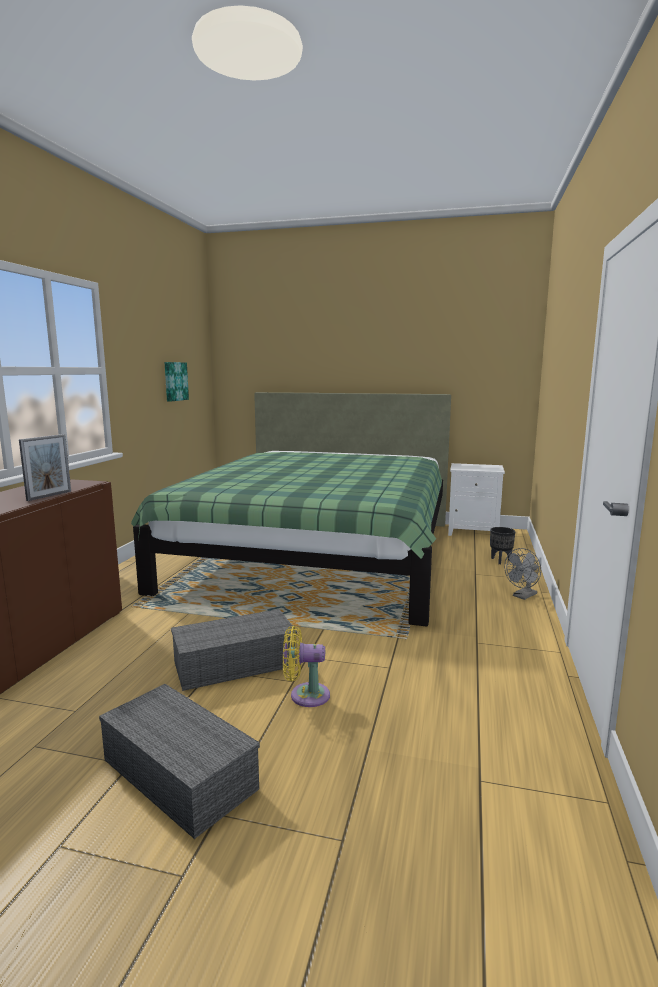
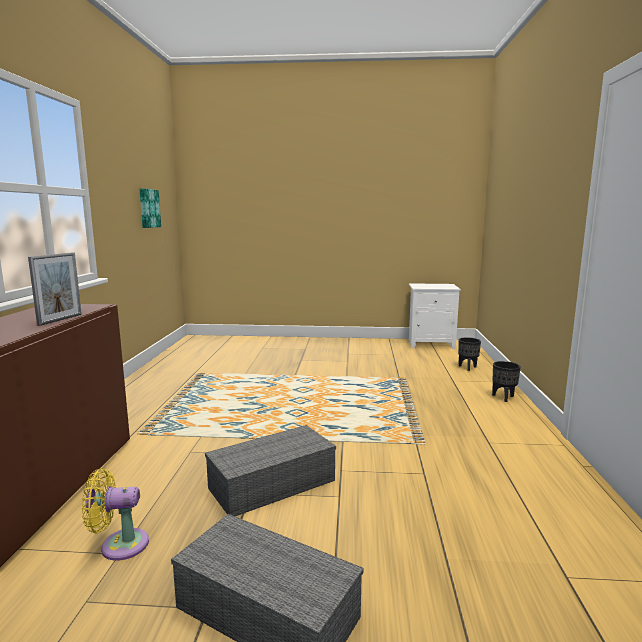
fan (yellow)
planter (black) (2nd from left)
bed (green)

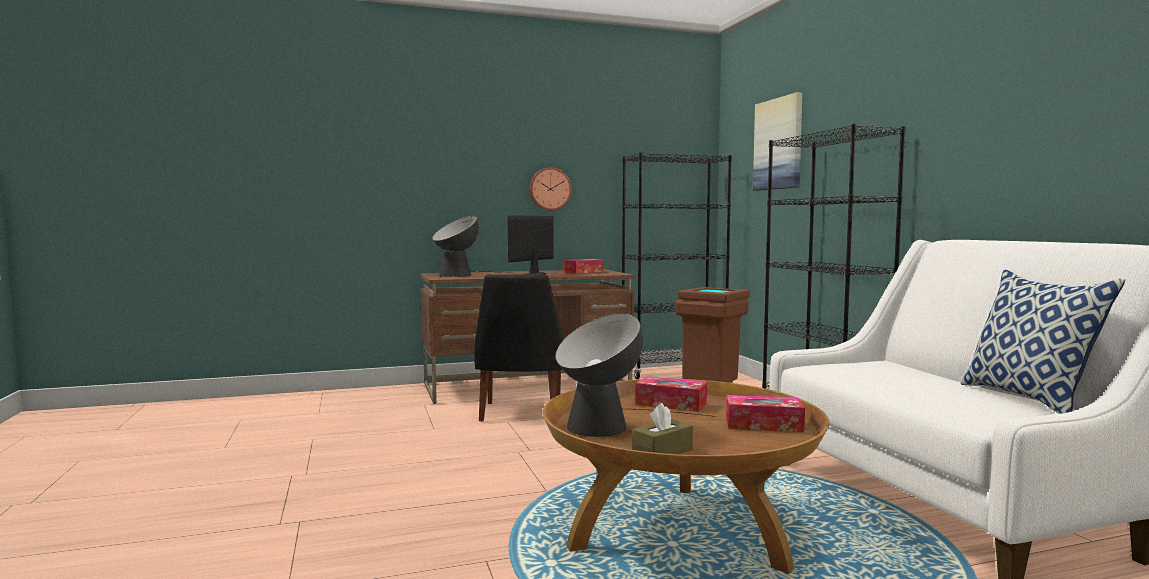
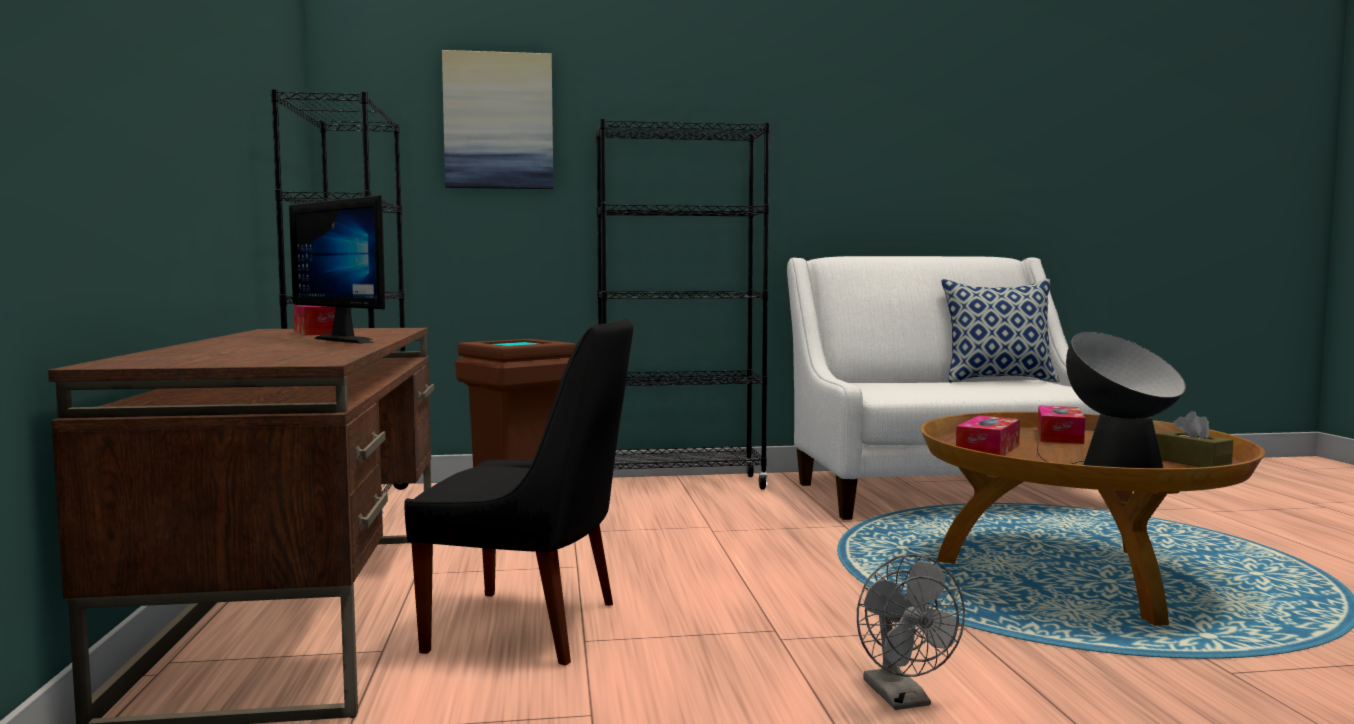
fan (grey)
table lamp (1st from left in the first image)
wall clock

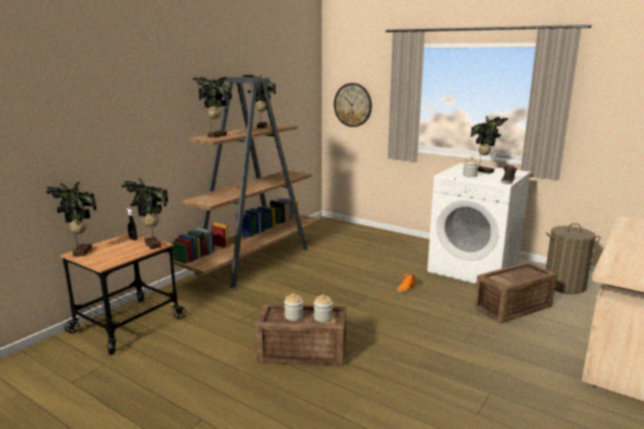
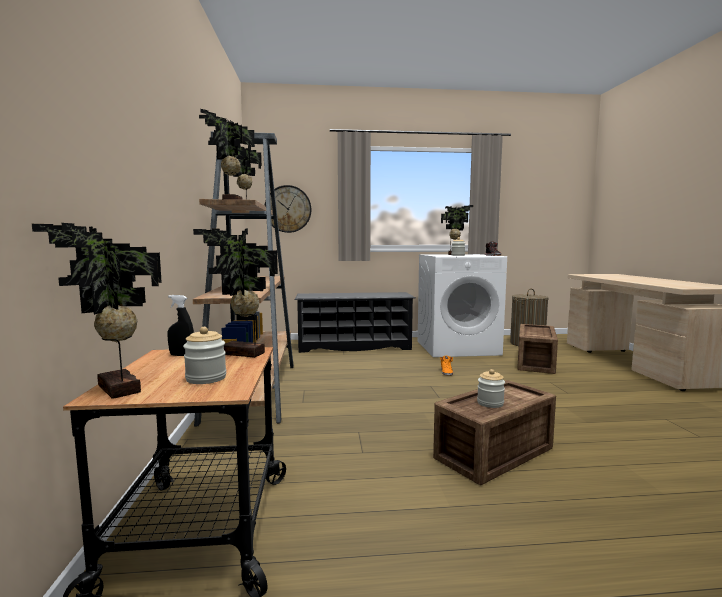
jar (1st from left)
shoe rack (black)

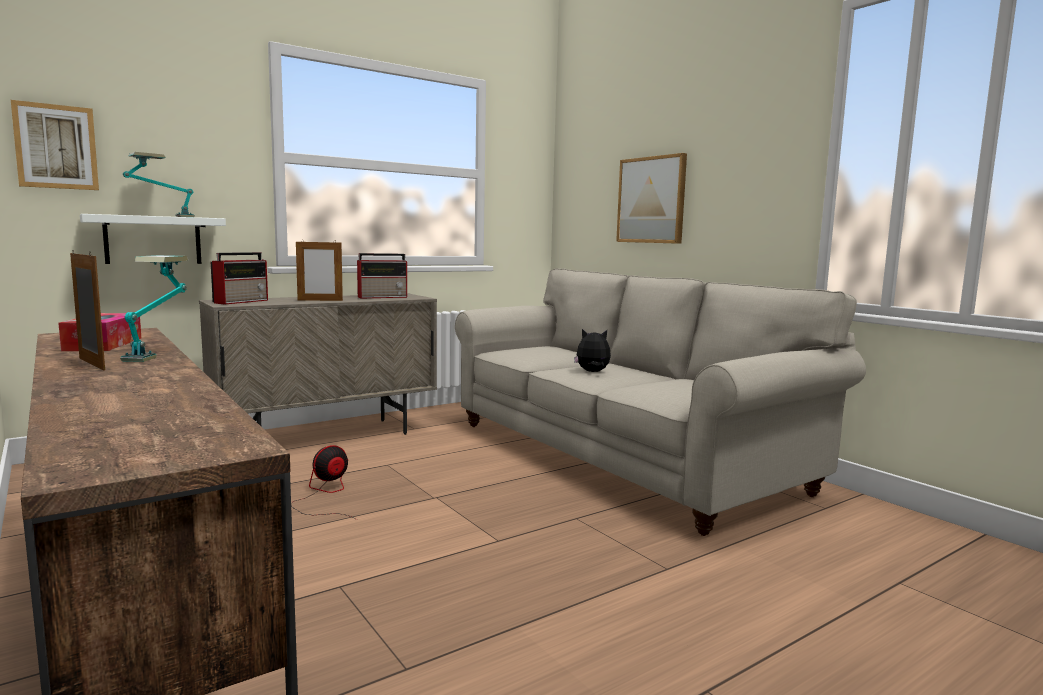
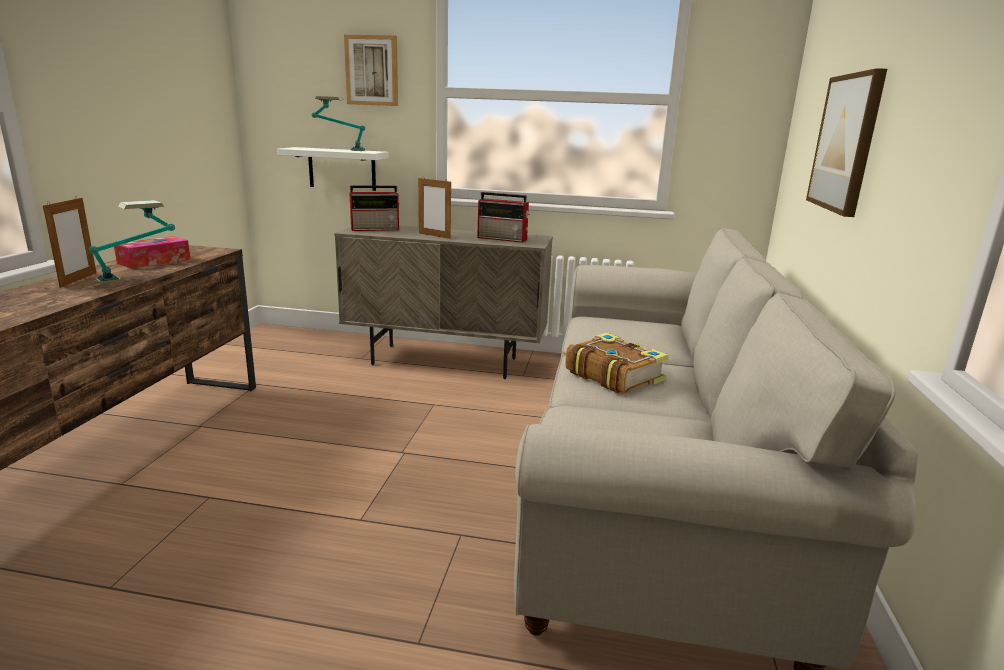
picture (1st from left)
book
fan

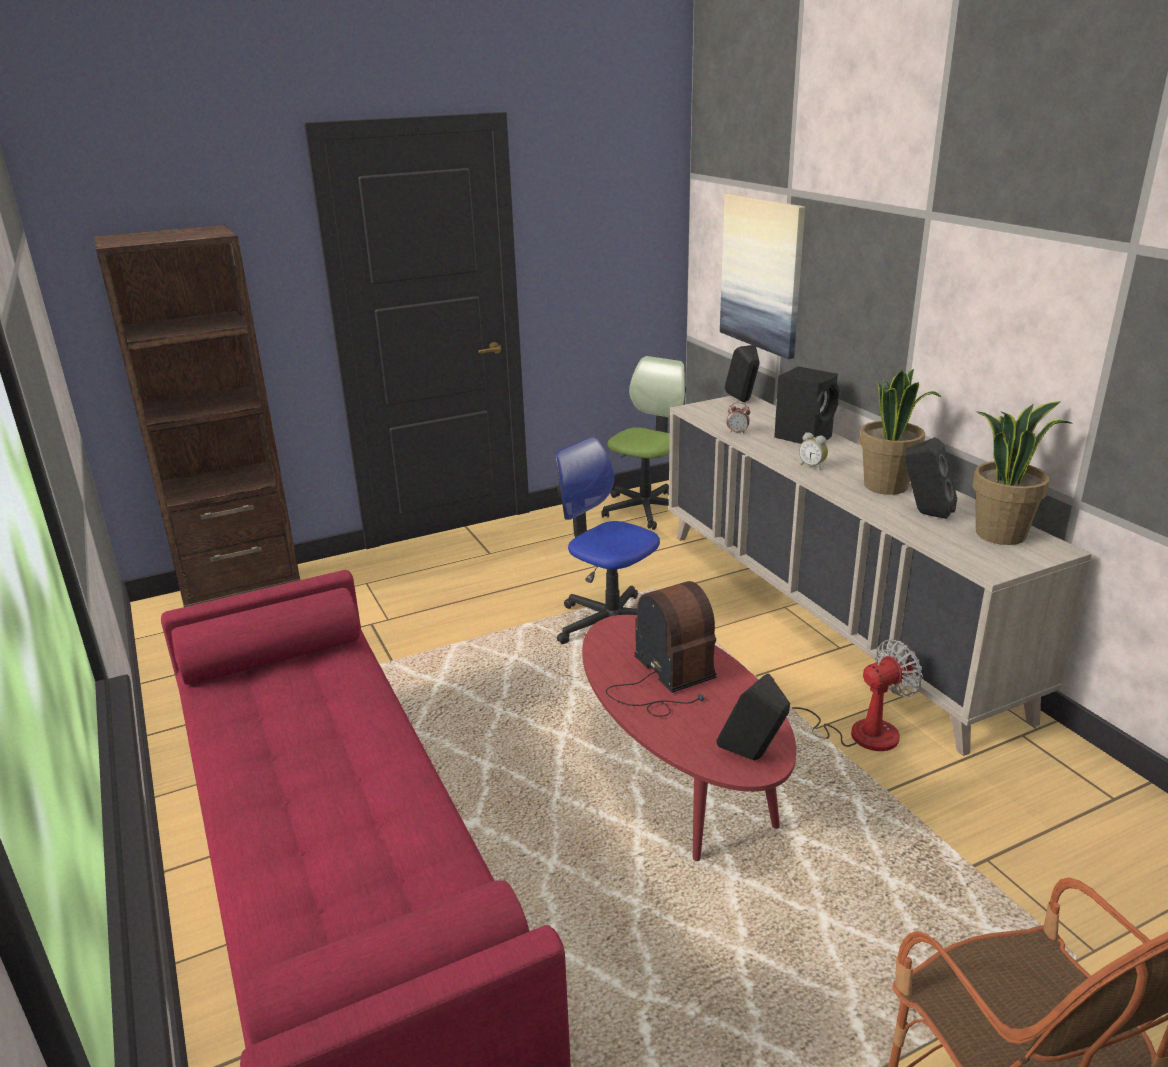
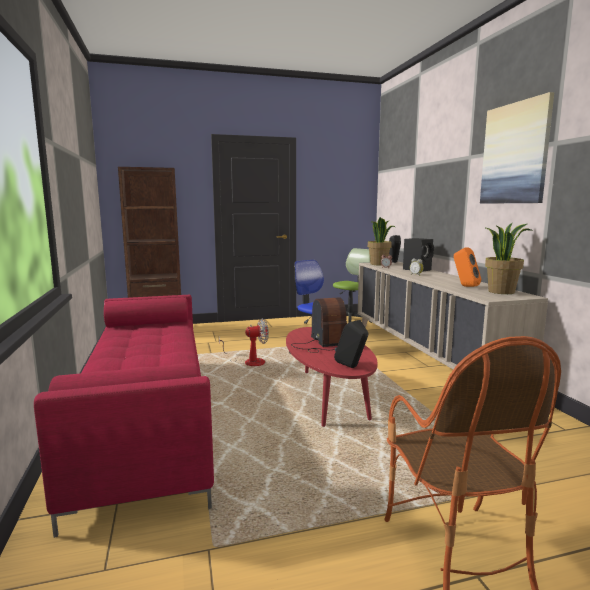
fan
potted plant (1st from left)
speaker (orange)
picture

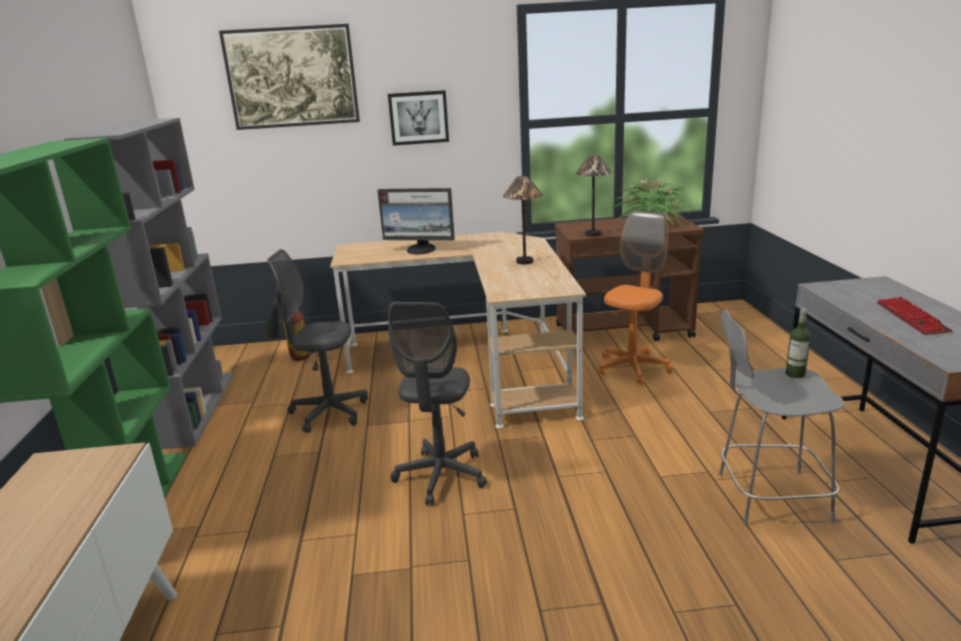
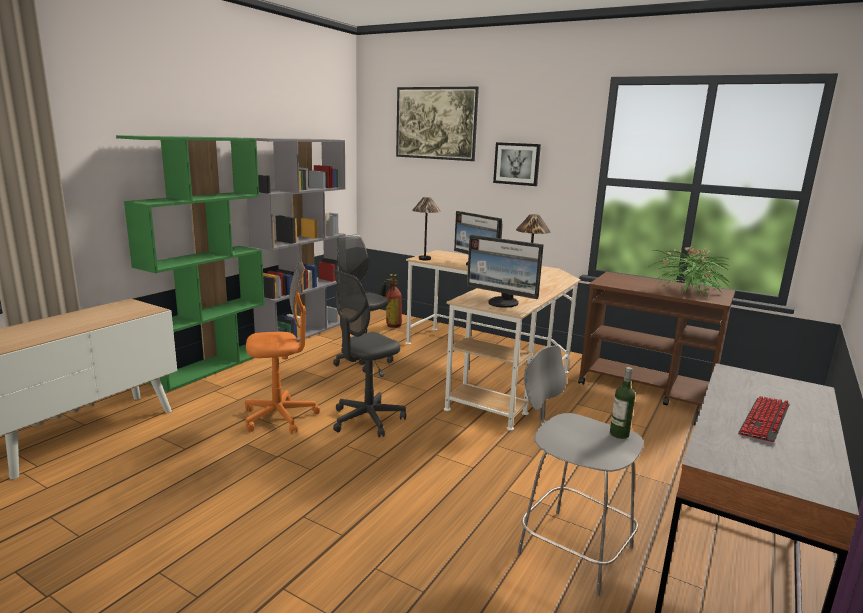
office chair (orange)
table lamp (1st from left)
monitor (2nd from left)

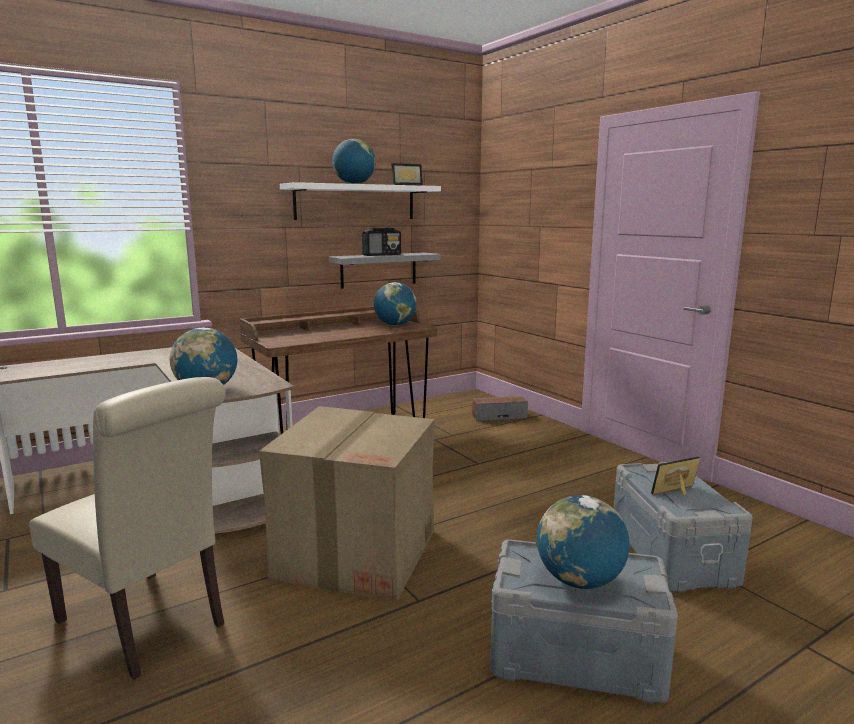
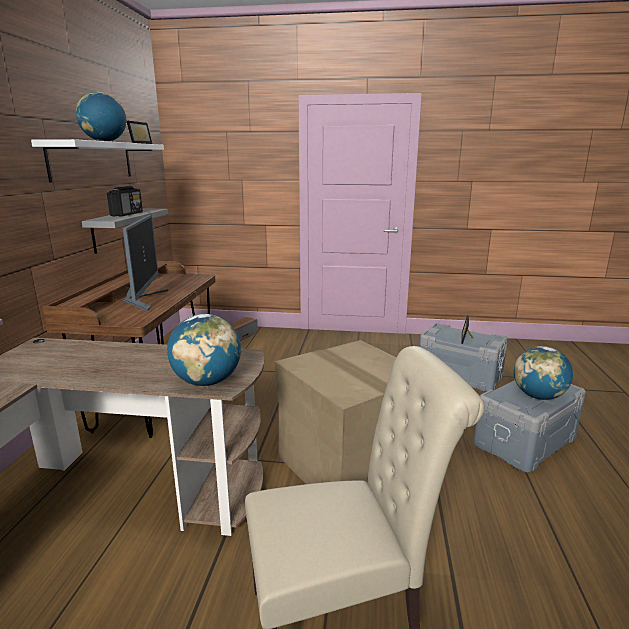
monitor
globe (3rd from left in the first image)

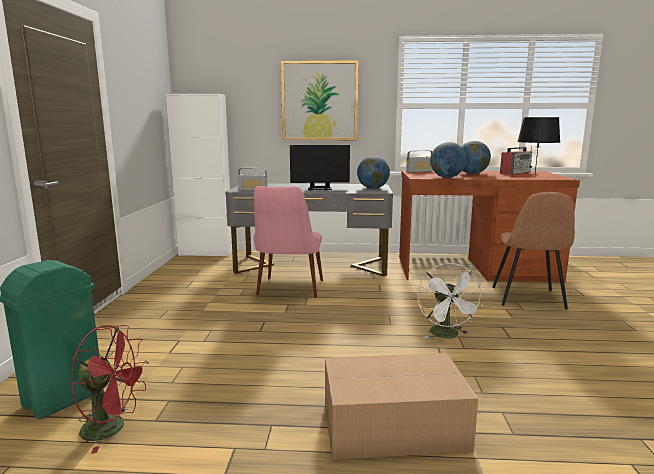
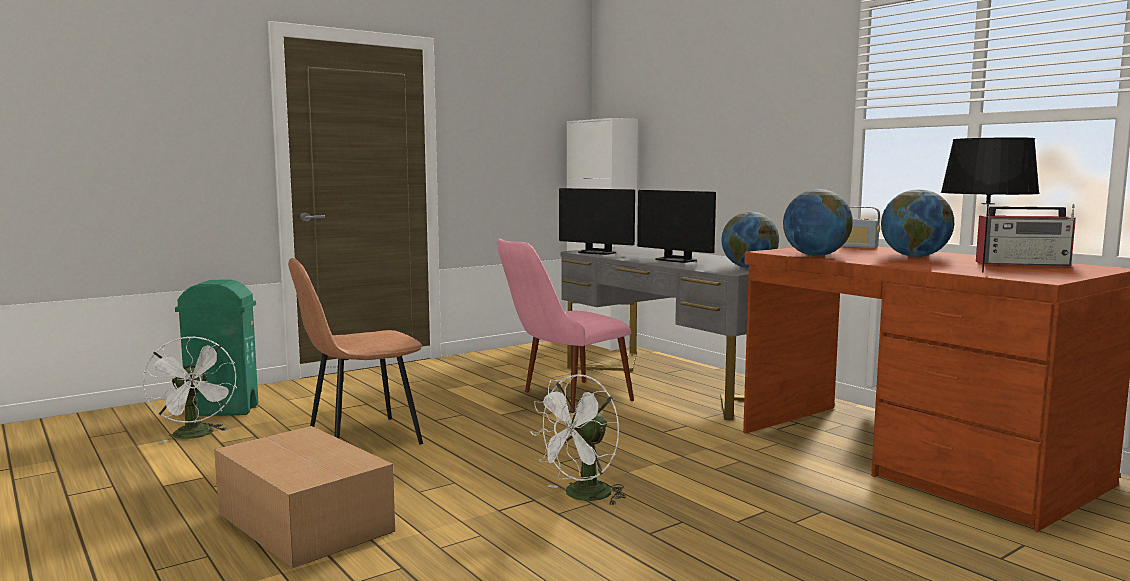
fan (white) (1st from left)
chair (brown)
monitor (1st from left)
picture

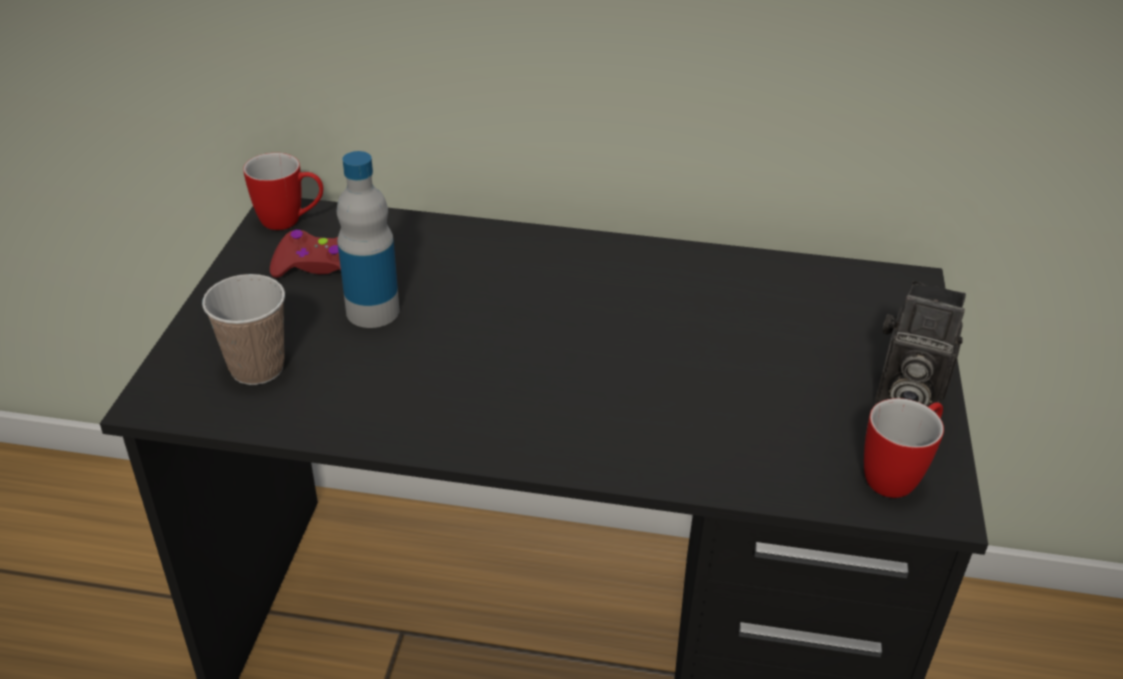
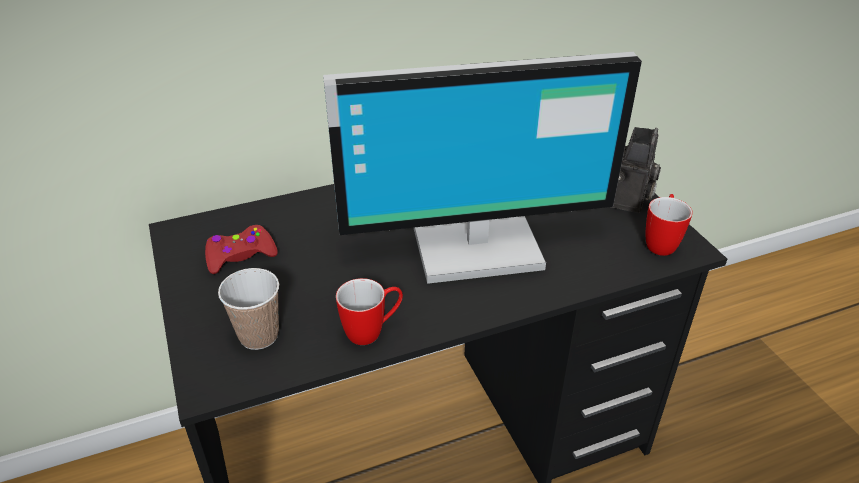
monitor
mug (1st from left)
photo camera
bottle

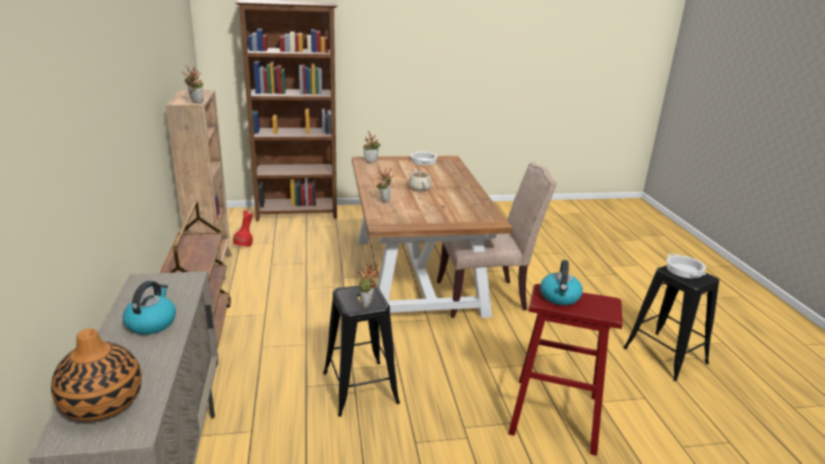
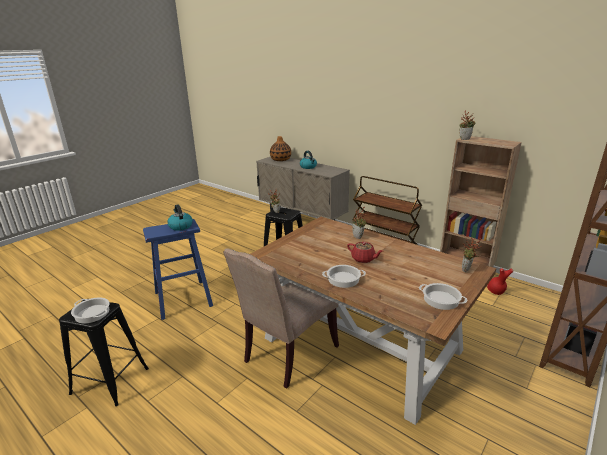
stool (blue)
cooking pot (2nd from left)
teapot (red)

